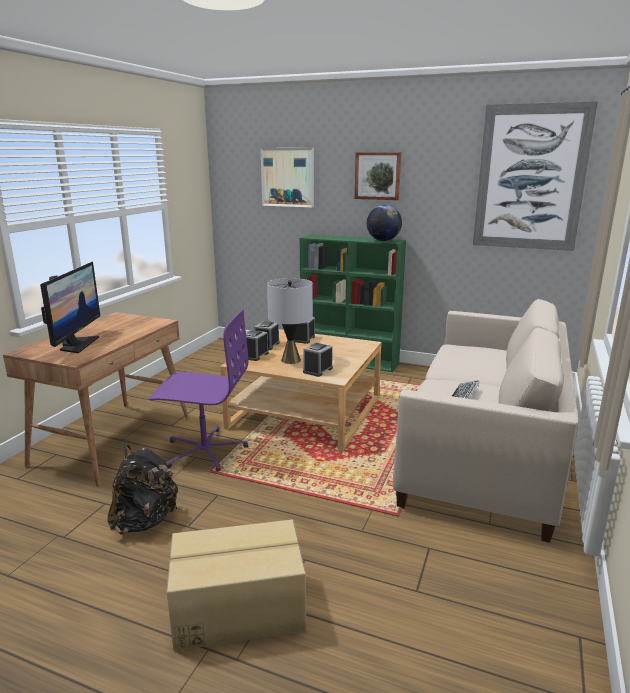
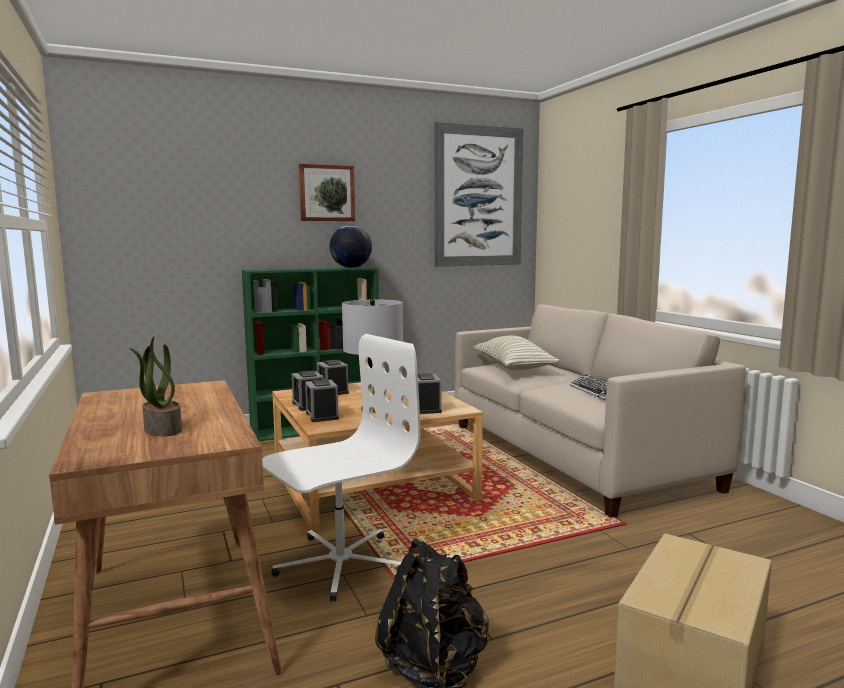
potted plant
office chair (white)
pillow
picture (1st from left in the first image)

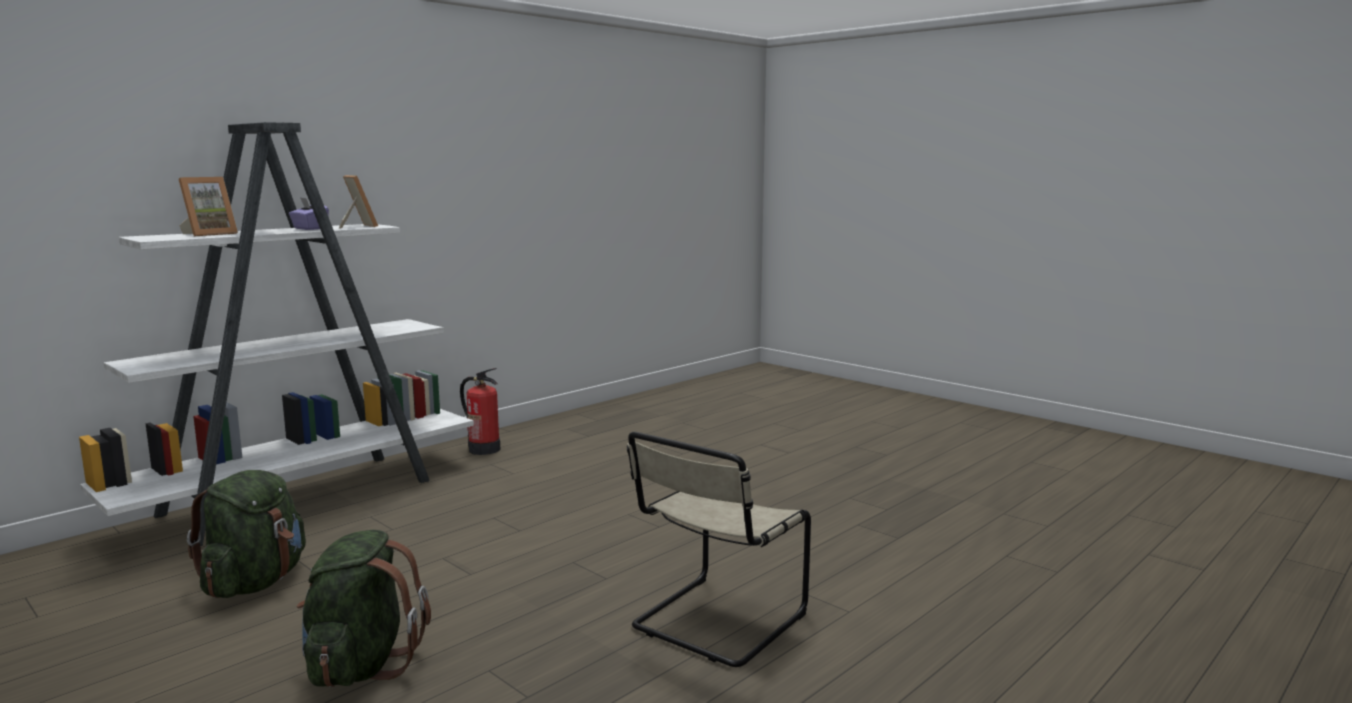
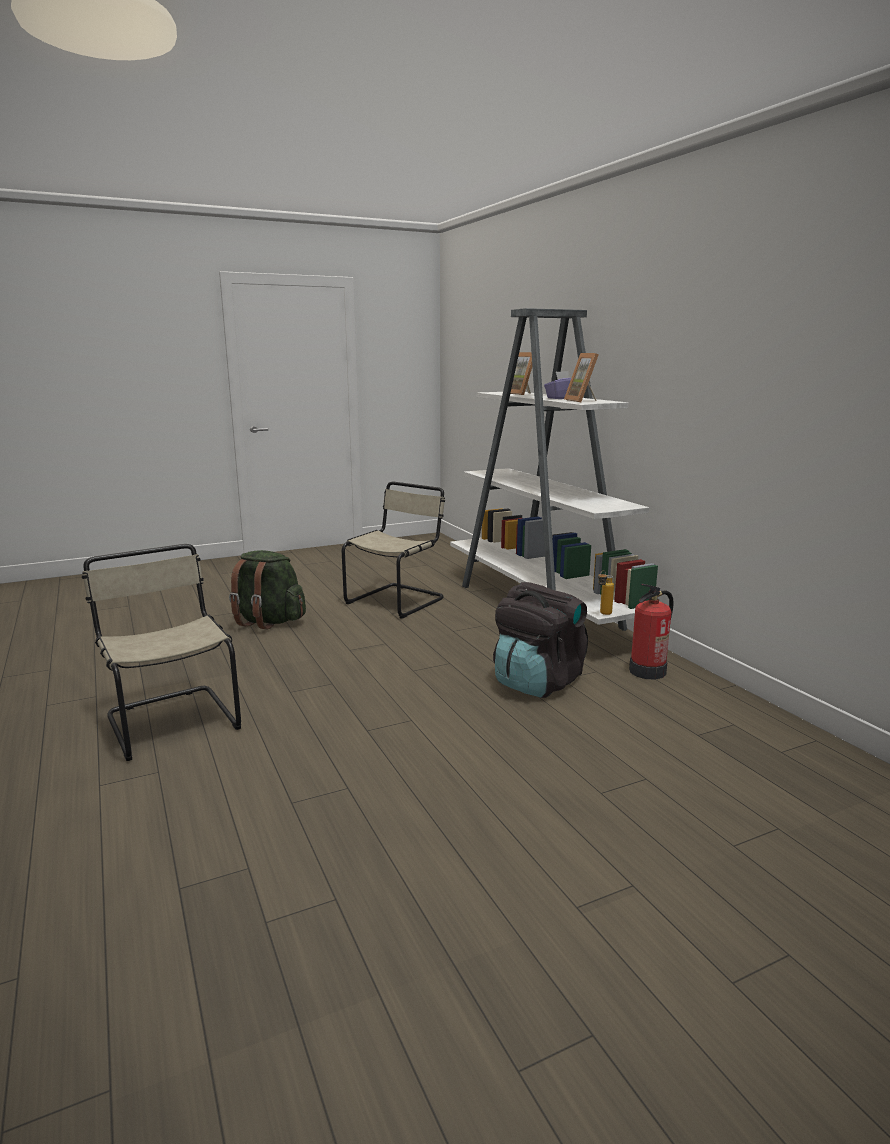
chair (beige) (2nd from left)
backpack (black)
picture frame (2nd from left)
bottle

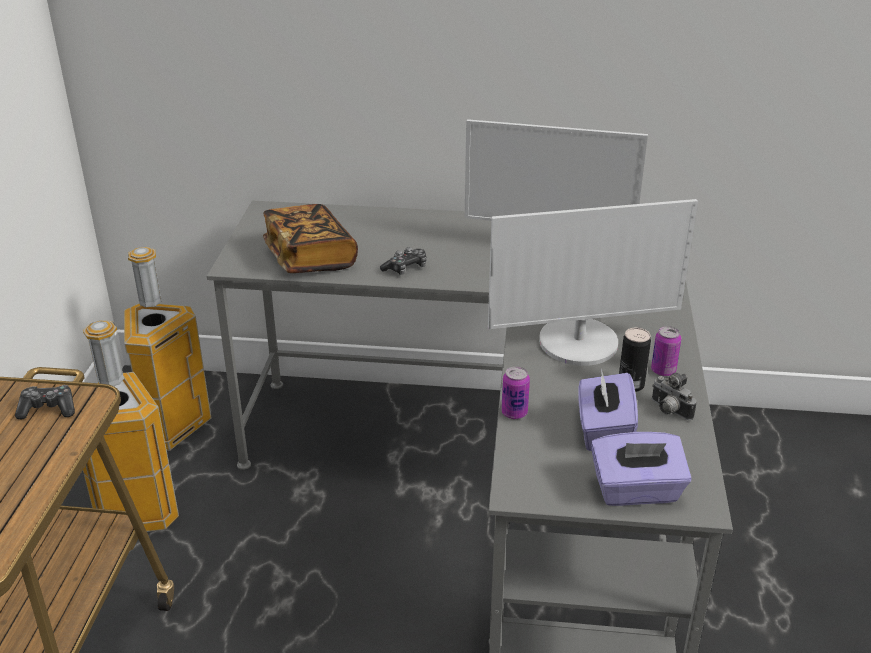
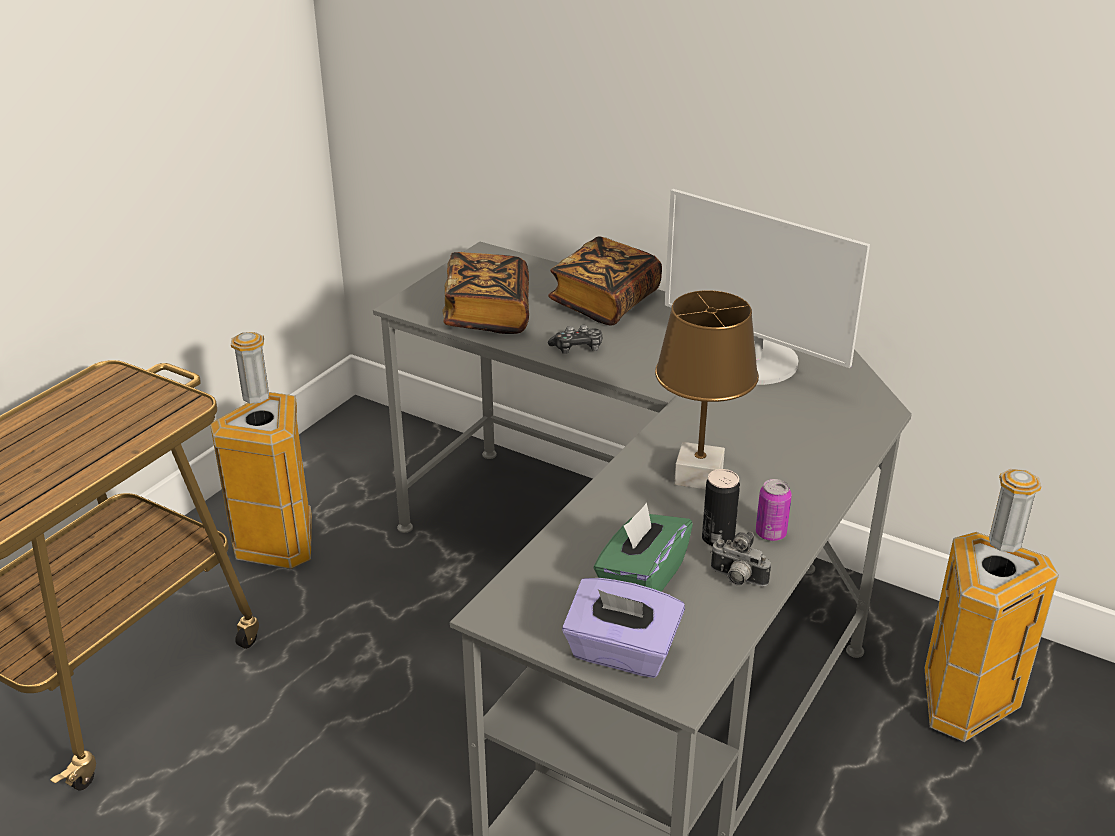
book (2nd from left)
tissue box (green)
table lamp (brown)
photo camera
trash can (2nd from left)
game controller (1st from left in the first image)
can (1st from left in the first image)

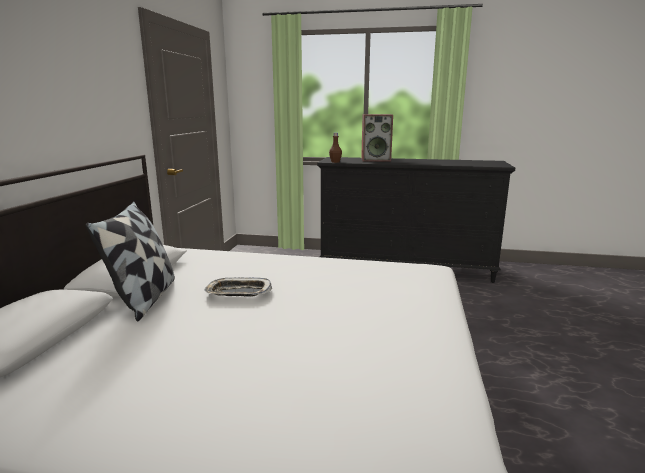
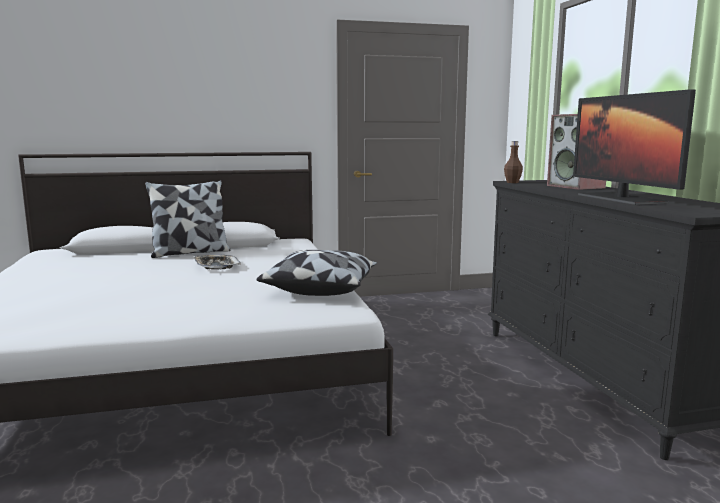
pillow (2nd from left)
monitor

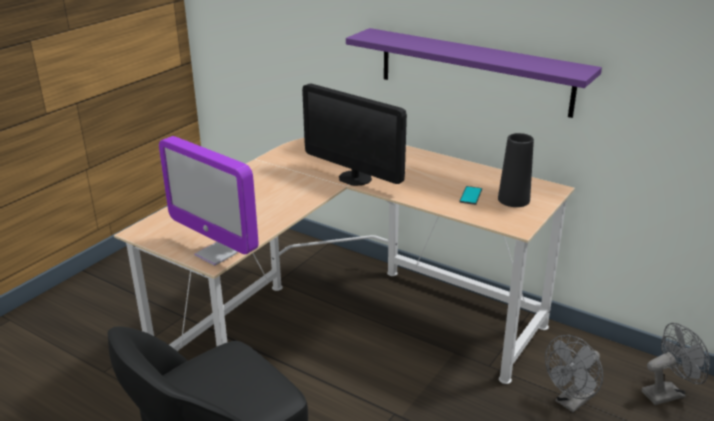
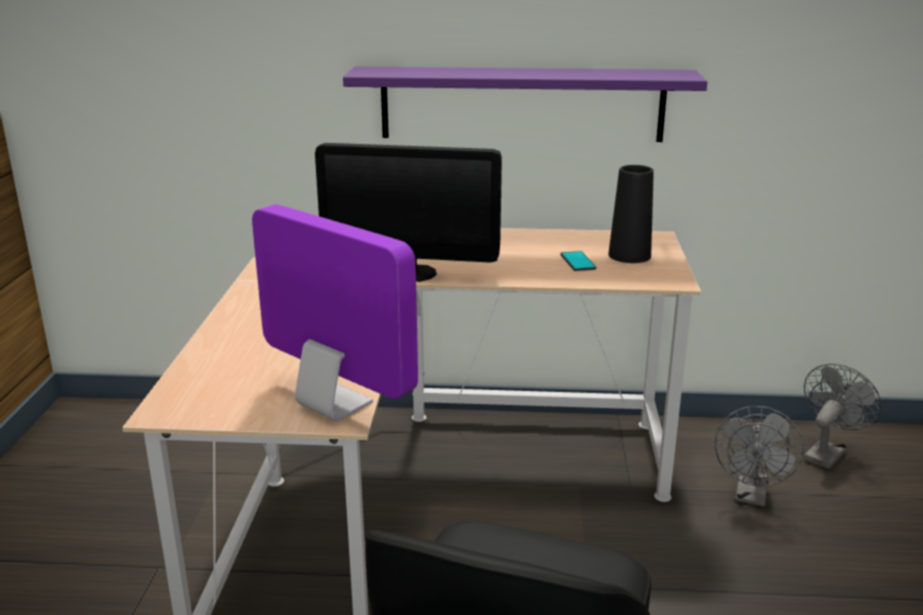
monitor (1st from left)

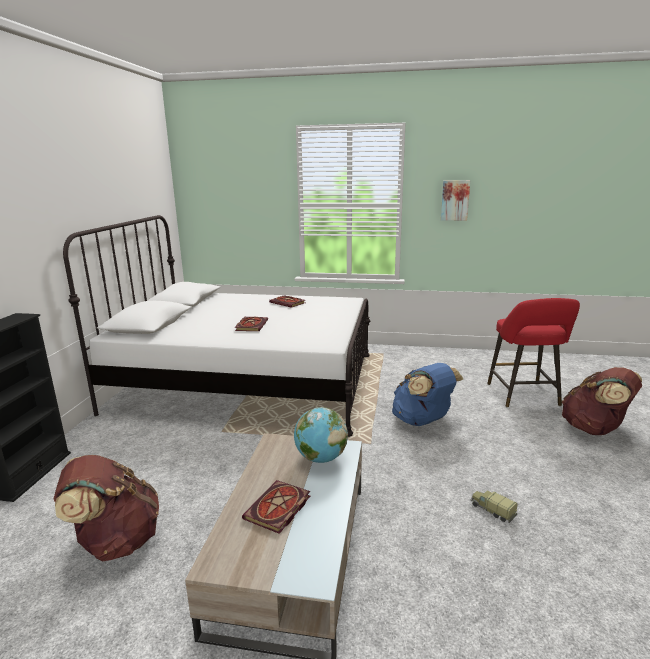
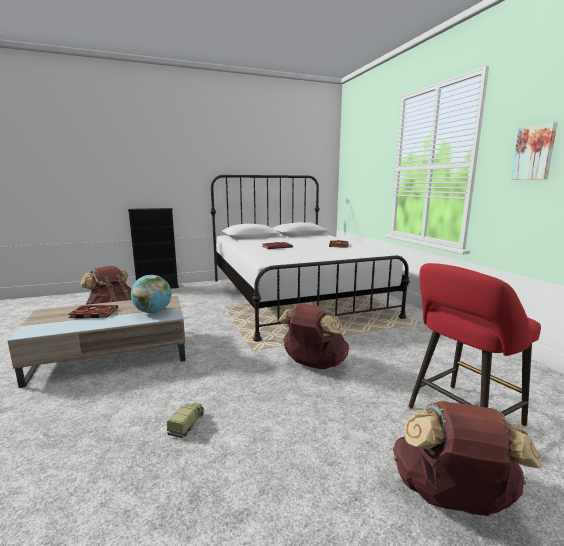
backpack (brown) (2nd from left)

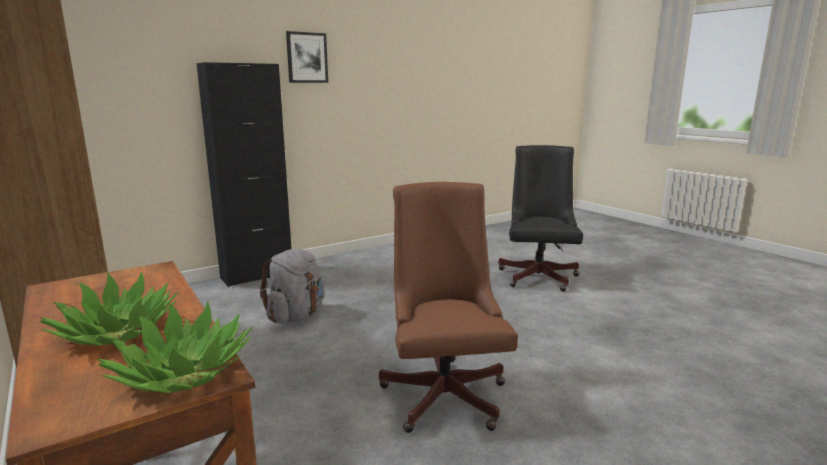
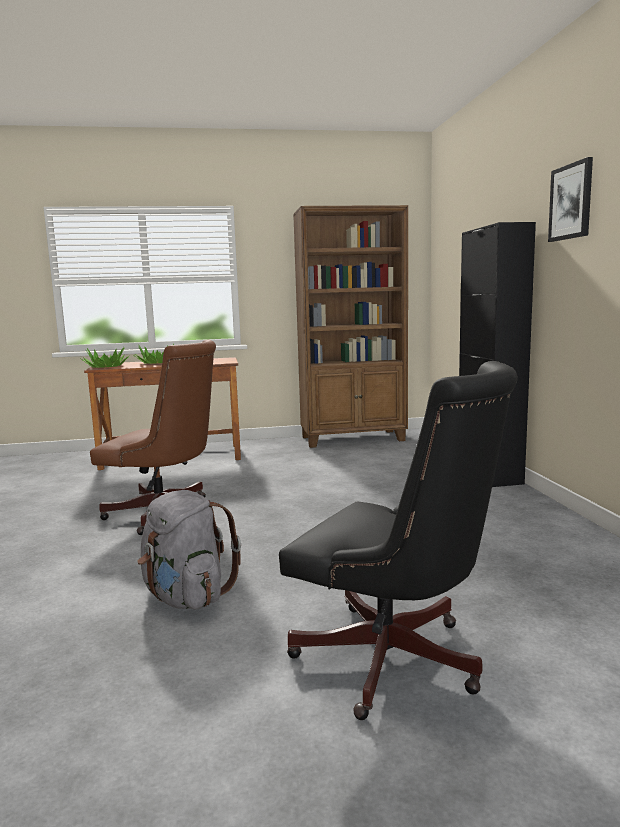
backpack (grey)

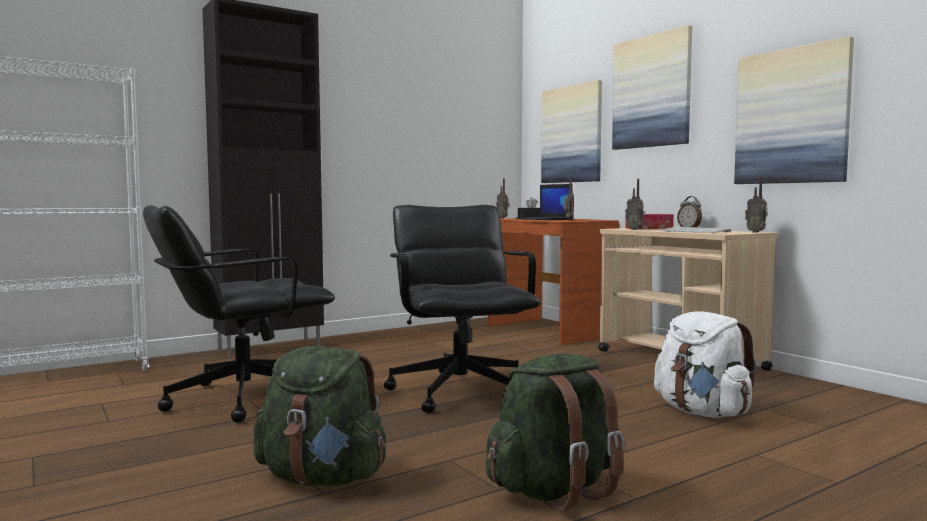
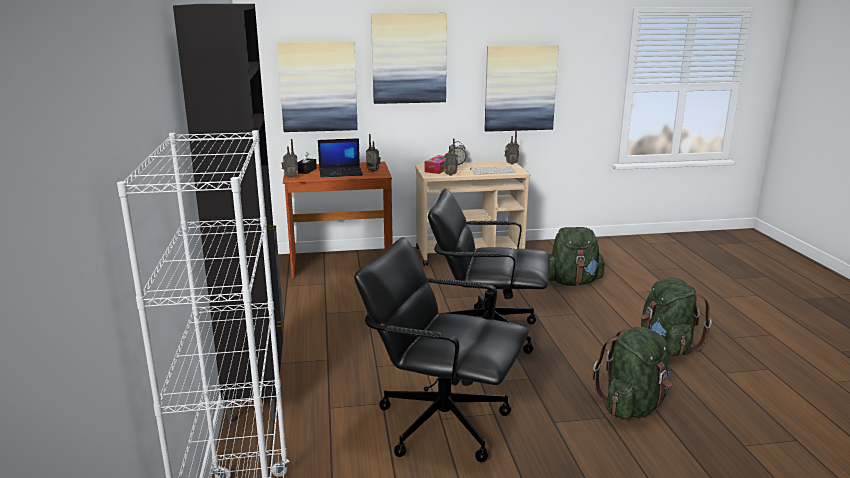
office chair (black) (1st from left)
backpack (green) (1st from left)

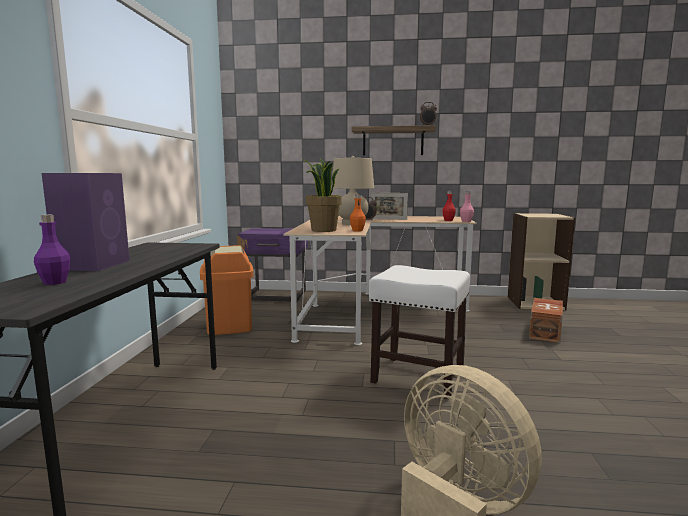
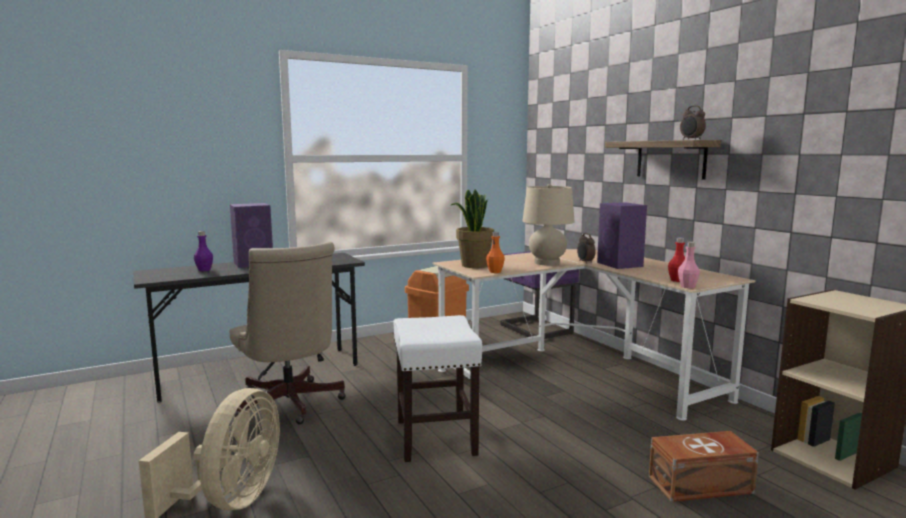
office chair (beige)
speaker (purple) (2nd from left)

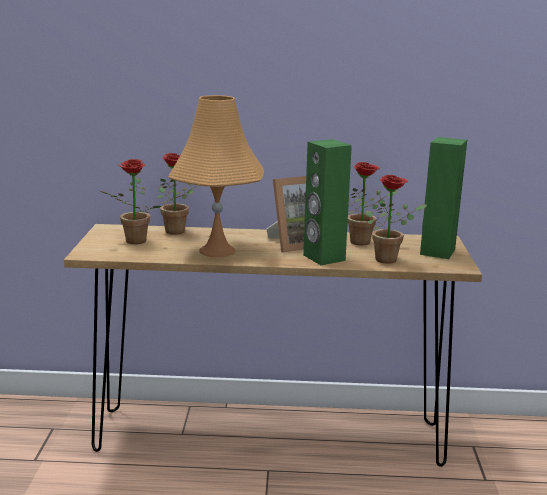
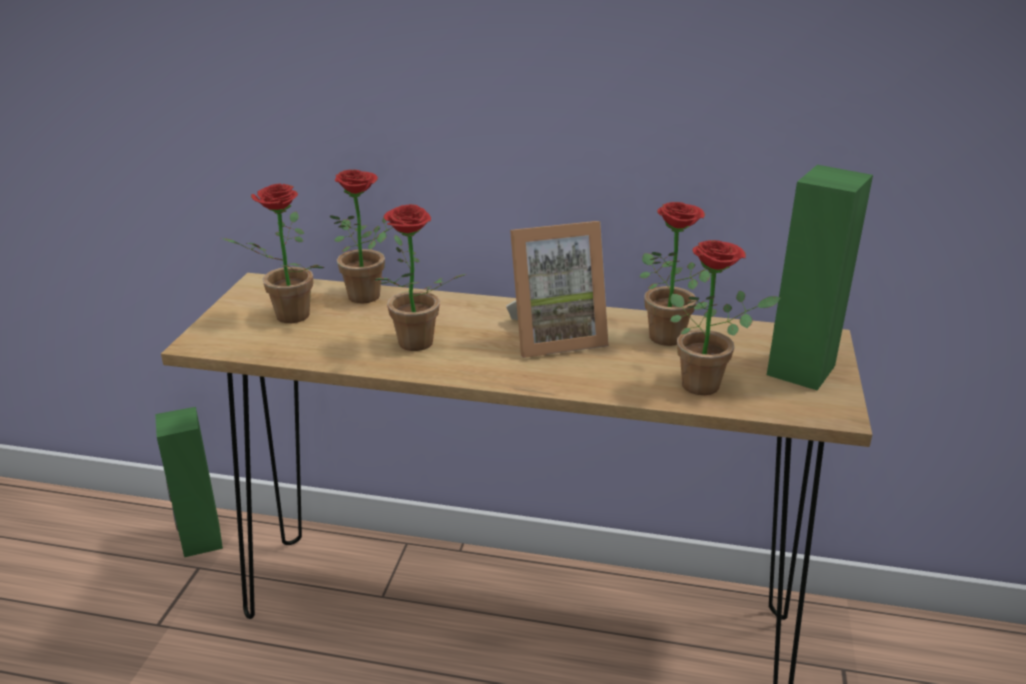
speaker (green) (1st from left)
potted plant (3rd from left)

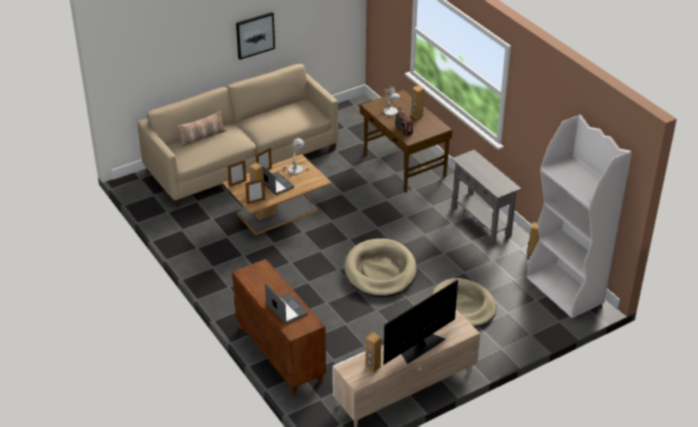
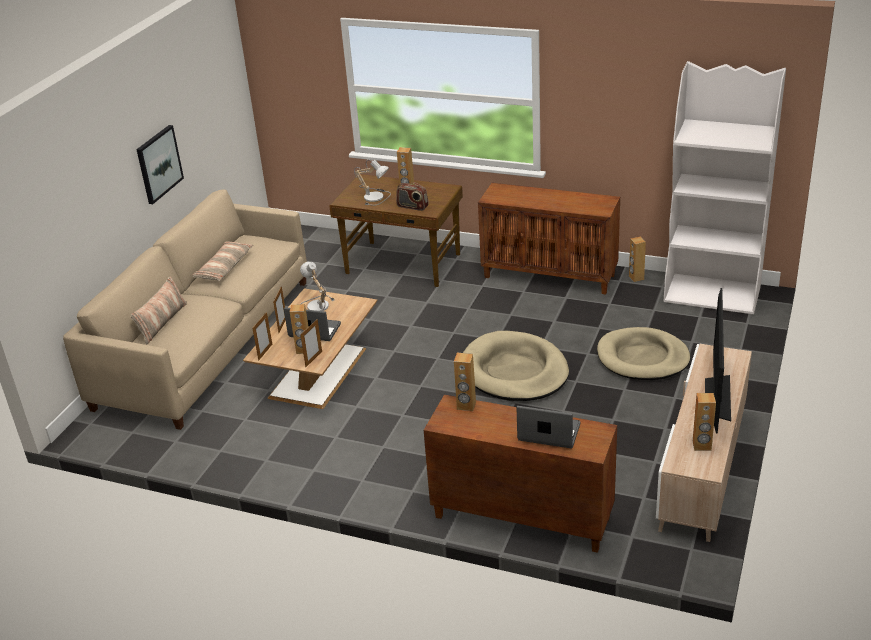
pillow (2nd from left)
speaker (brown) (3rd from left)
cabinet (brown) (2nd from left)

